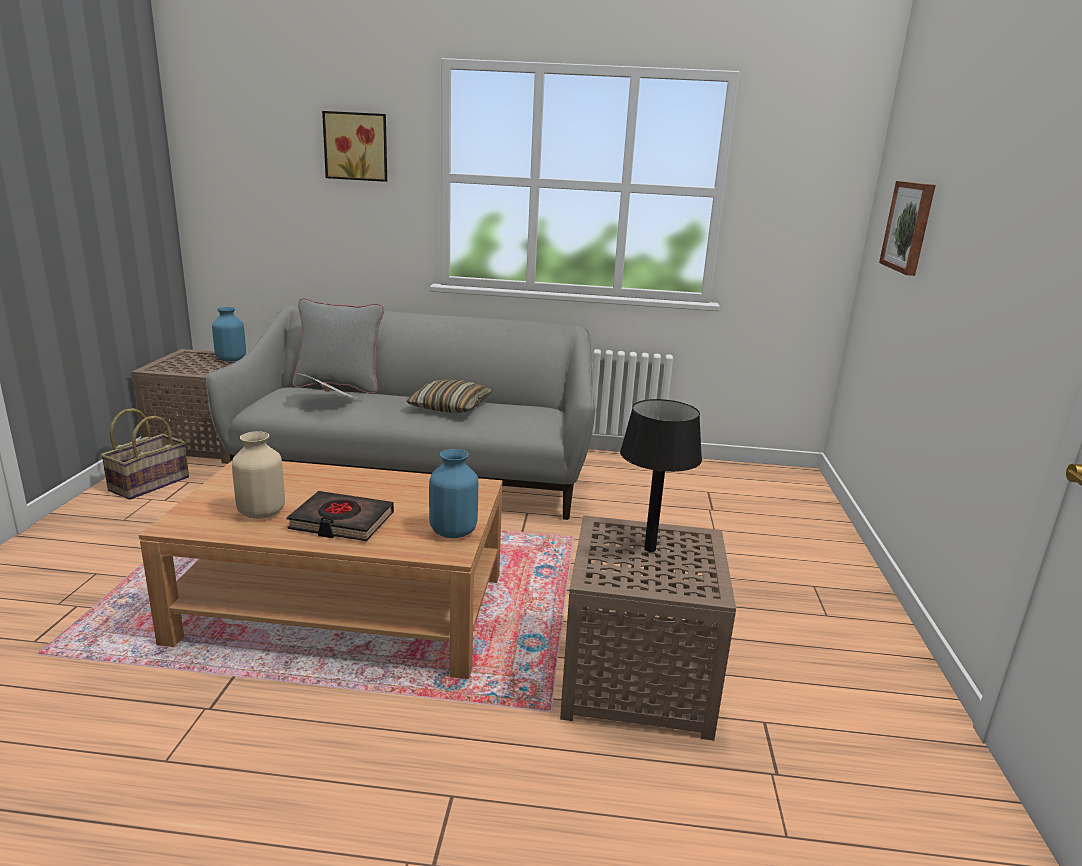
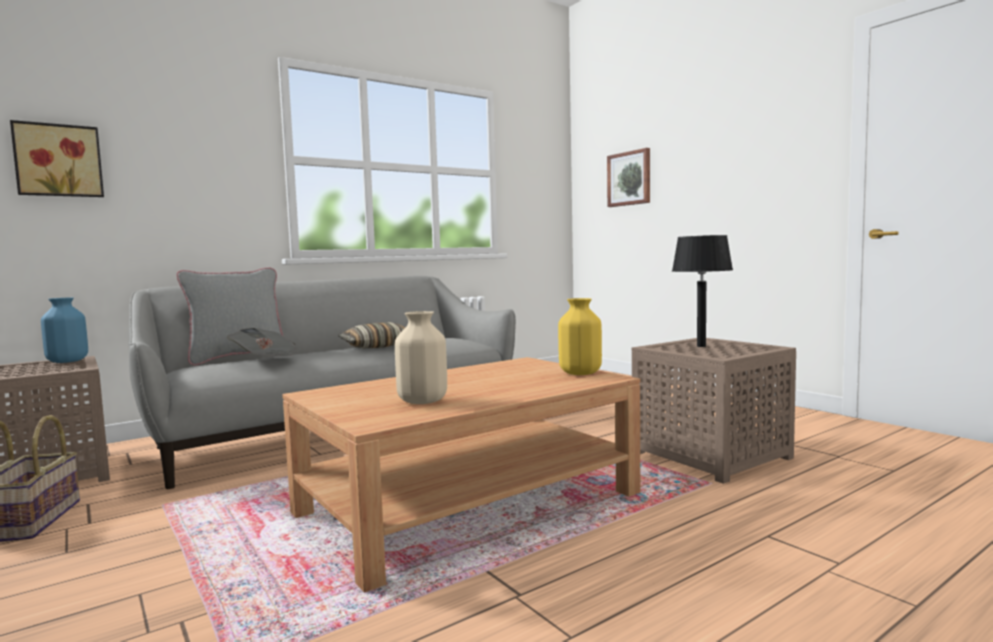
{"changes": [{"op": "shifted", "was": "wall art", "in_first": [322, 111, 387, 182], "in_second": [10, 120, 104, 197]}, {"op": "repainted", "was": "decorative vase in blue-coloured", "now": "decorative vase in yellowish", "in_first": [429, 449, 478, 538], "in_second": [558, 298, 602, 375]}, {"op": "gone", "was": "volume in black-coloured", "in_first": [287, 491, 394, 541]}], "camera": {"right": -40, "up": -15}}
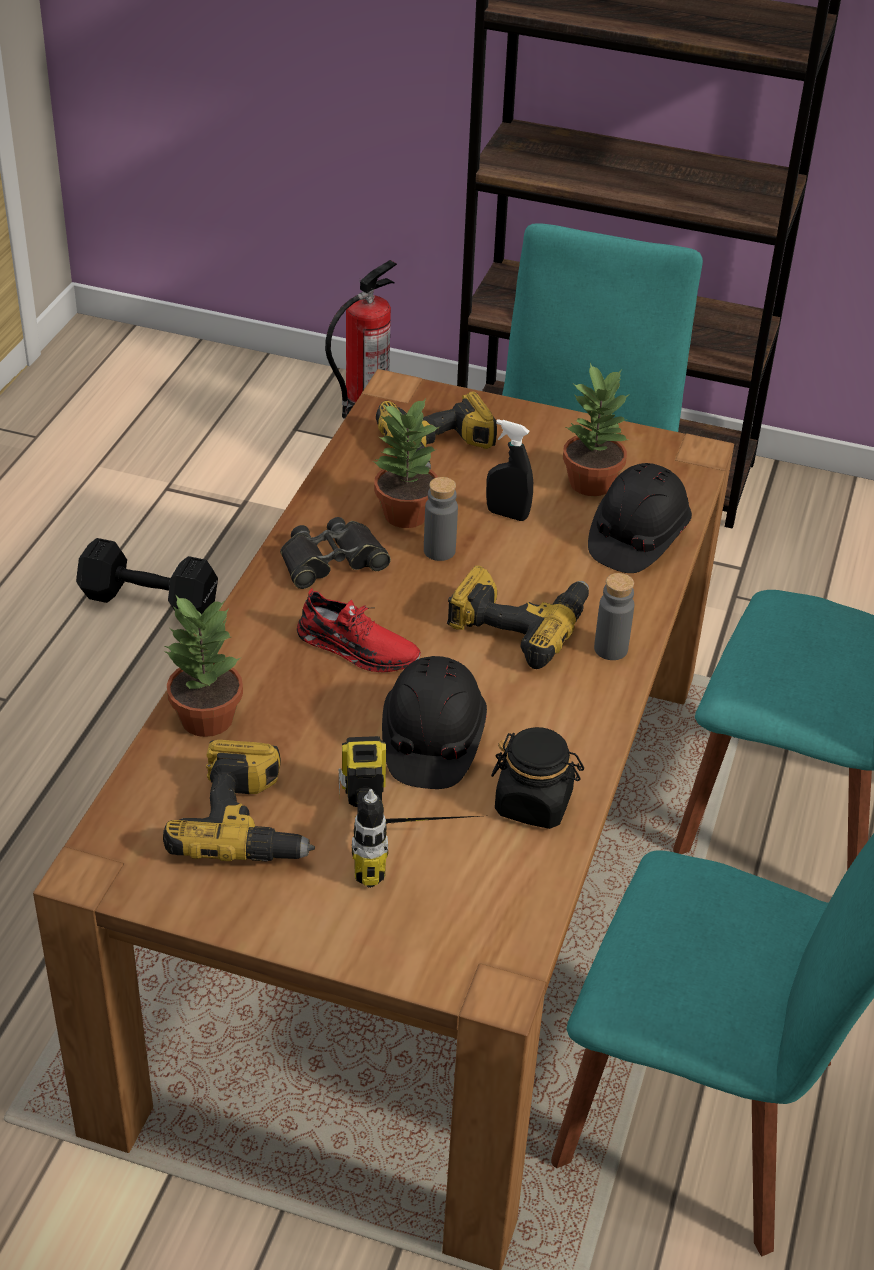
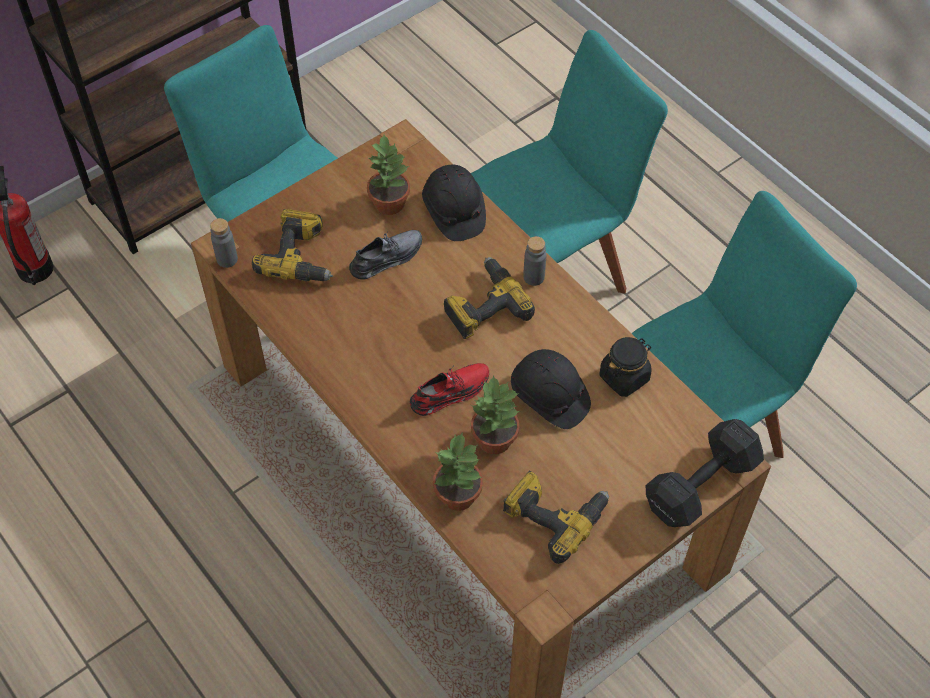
{"changes": [{"op": "shifted", "was": "houseplant", "in_first": [372, 398, 439, 528], "in_second": [471, 375, 520, 454]}, {"op": "swapped", "was": "hand sprayer in black-coloured", "now": "shoe in gray", "in_first": [486, 419, 533, 521], "in_second": [349, 230, 422, 280]}, {"op": "shifted", "was": "drink bottle in gray", "in_first": [424, 477, 458, 561], "in_second": [210, 218, 238, 268]}, {"op": "gone", "was": "pair of binoculars in black-coloured", "in_first": [280, 517, 391, 589]}, {"op": "shifted", "was": "hand weight in black-coloured", "in_first": [76, 538, 218, 614], "in_second": [646, 419, 764, 527]}, {"op": "gone", "was": "drill", "in_first": [339, 736, 479, 888]}], "camera": {"right": -55, "up": 15}}
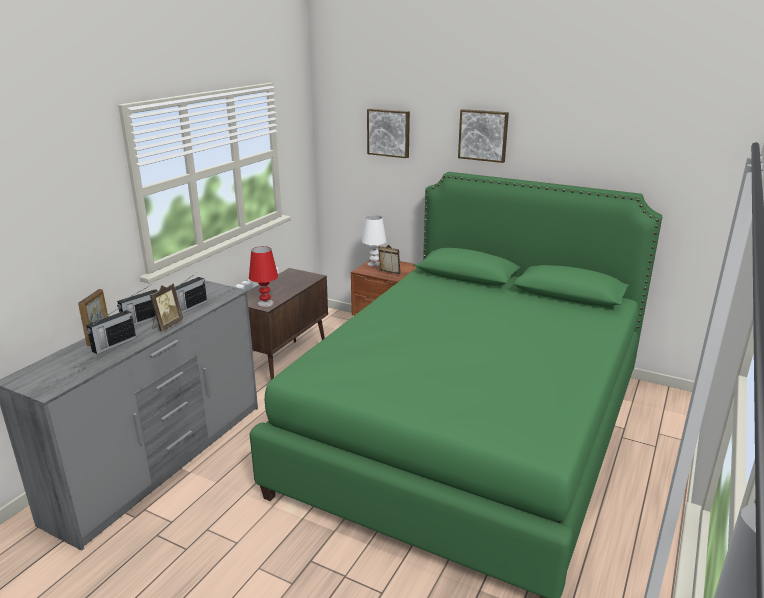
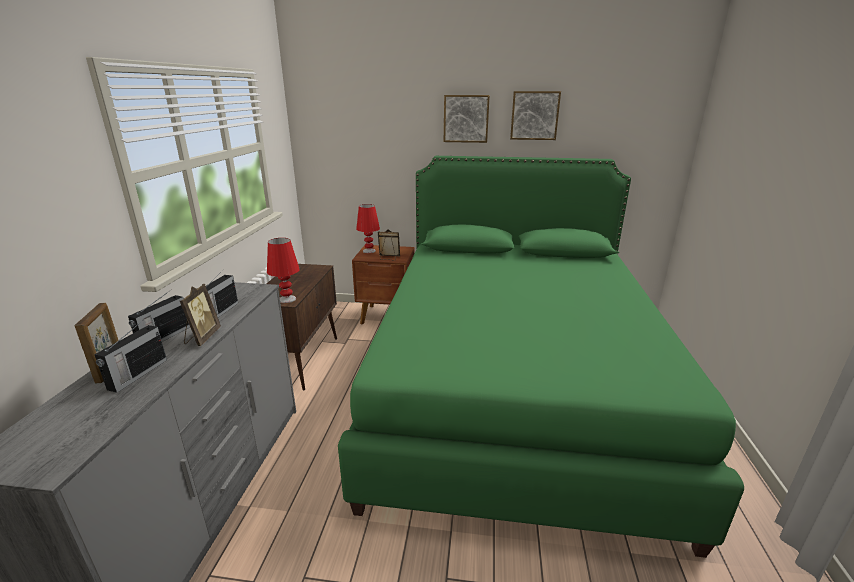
{"changes": [{"op": "shifted", "was": "wall art", "in_first": [367, 108, 410, 158], "in_second": [510, 91, 561, 140]}, {"op": "repainted", "was": "table lamp in white-coloured", "now": "table lamp in red-coloured", "in_first": [362, 215, 386, 267], "in_second": [356, 204, 380, 253]}], "camera": {"right": -20, "up": 0}}
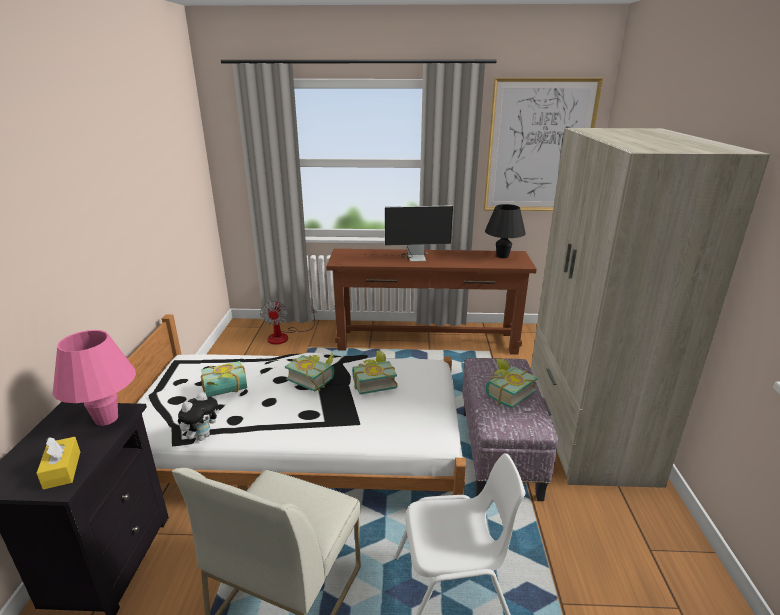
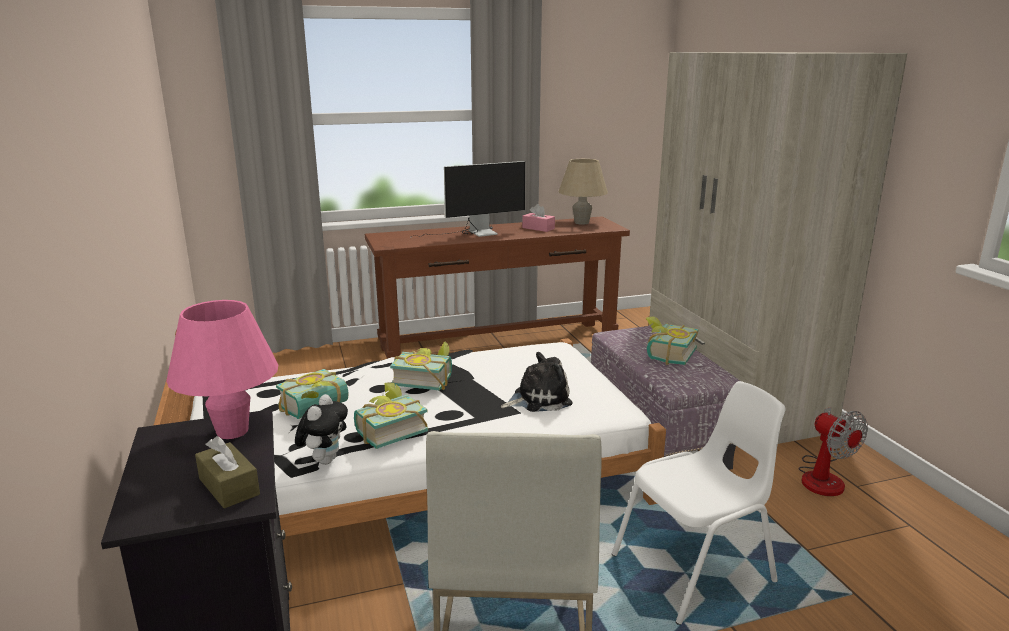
{"changes": [{"op": "gone", "was": "wall art", "in_first": [483, 78, 603, 211]}, {"op": "repainted", "was": "table lamp in black-coloured", "now": "table lamp in beige", "in_first": [485, 204, 526, 258], "in_second": [558, 159, 608, 225]}, {"op": "shifted", "was": "cooling fan", "in_first": [260, 301, 317, 344], "in_second": [798, 407, 868, 496]}, {"op": "shifted", "was": "volume", "in_first": [352, 351, 397, 395], "in_second": [354, 382, 428, 449]}, {"op": "repainted", "was": "tissue box in yellowish", "now": "tissue box in brown-coloured", "in_first": [36, 437, 80, 490], "in_second": [195, 436, 260, 509]}, {"op": "new", "now": "tissue box in pinkish", "in_second": [522, 204, 555, 232]}, {"op": "new", "now": "plush toy", "in_second": [501, 352, 572, 412]}], "camera": {"right": -20, "up": -5}}
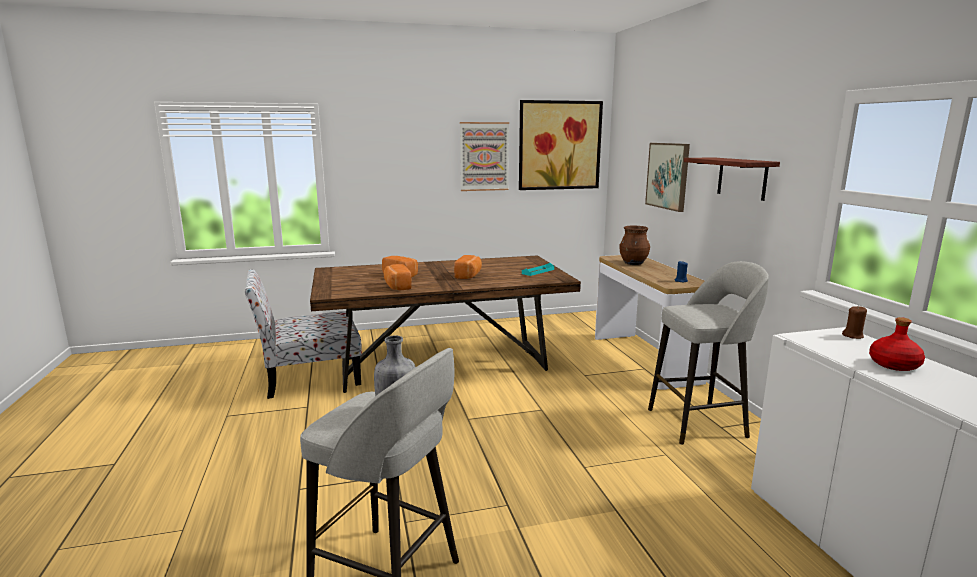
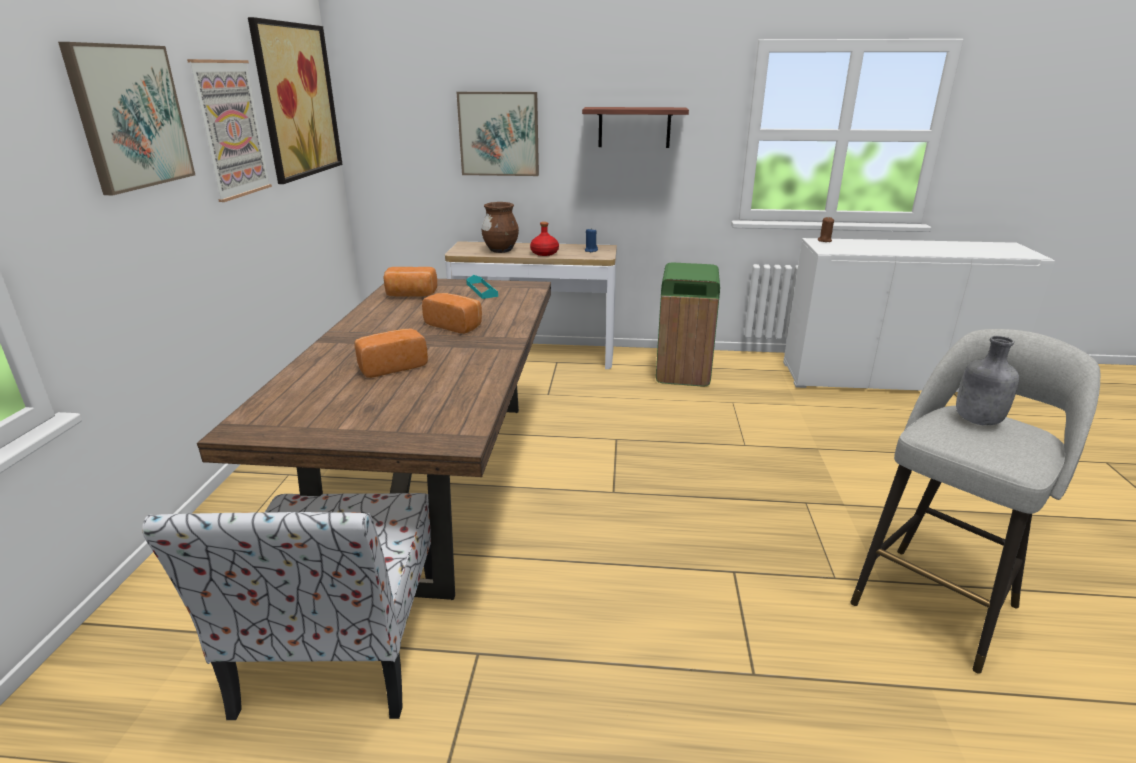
{"changes": [{"op": "swapped", "was": "stool seat in gray", "now": "trash can in green", "in_first": [648, 261, 769, 445], "in_second": [656, 263, 720, 386]}, {"op": "shifted", "was": "baked bread", "in_first": [384, 264, 412, 290], "in_second": [383, 267, 437, 297]}, {"op": "shifted", "was": "drink bottle in red-coloured", "in_first": [869, 317, 925, 371], "in_second": [530, 222, 559, 256]}, {"op": "new", "now": "wall art", "in_second": [58, 42, 195, 195]}], "camera": {"right": -70, "up": 10}}
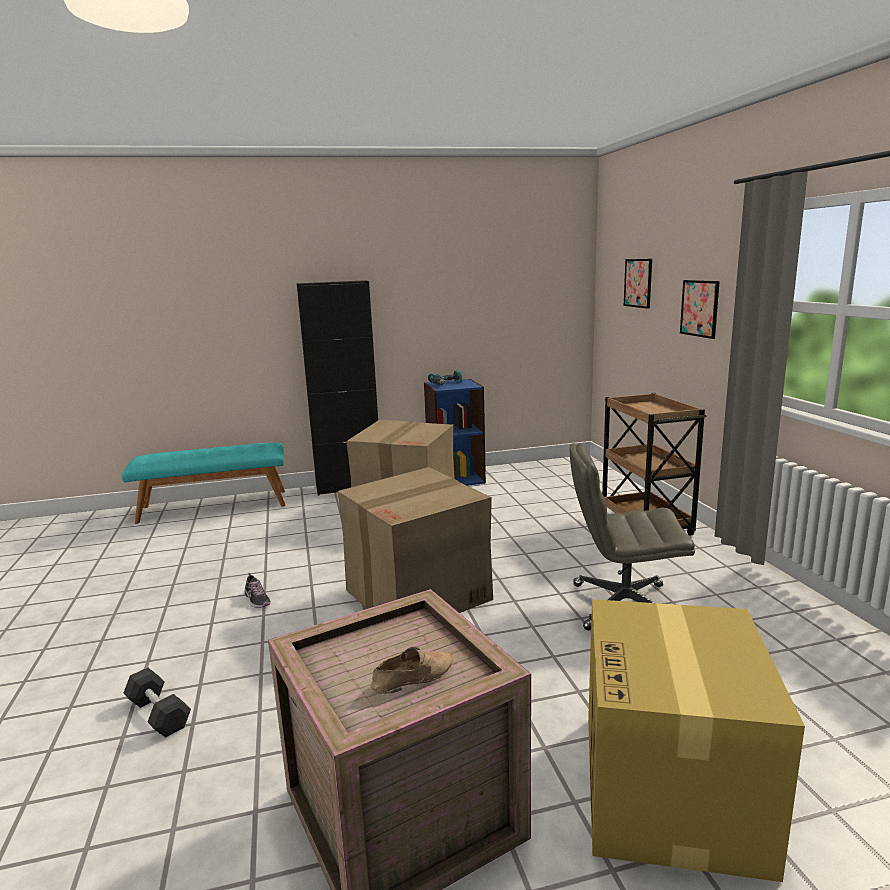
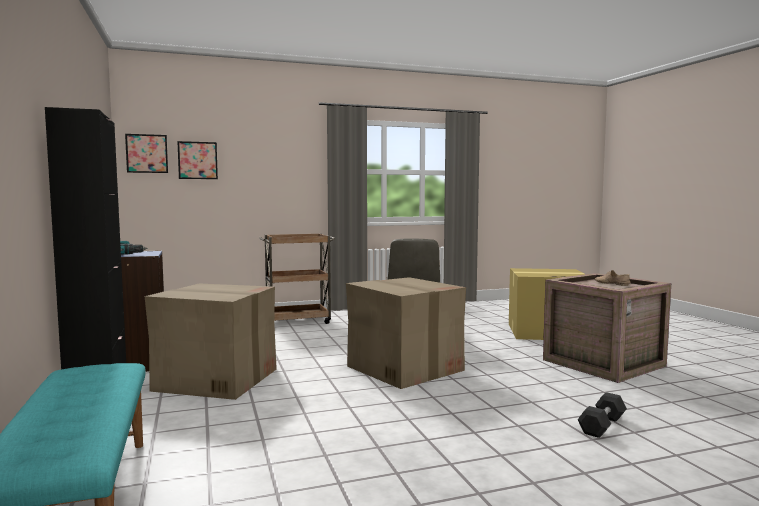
{"changes": [{"op": "shifted", "was": "wall art", "in_first": [680, 280, 720, 339], "in_second": [125, 134, 168, 173]}, {"op": "gone", "was": "shoe", "in_first": [245, 573, 271, 608]}], "camera": {"right": -95, "up": -10}}
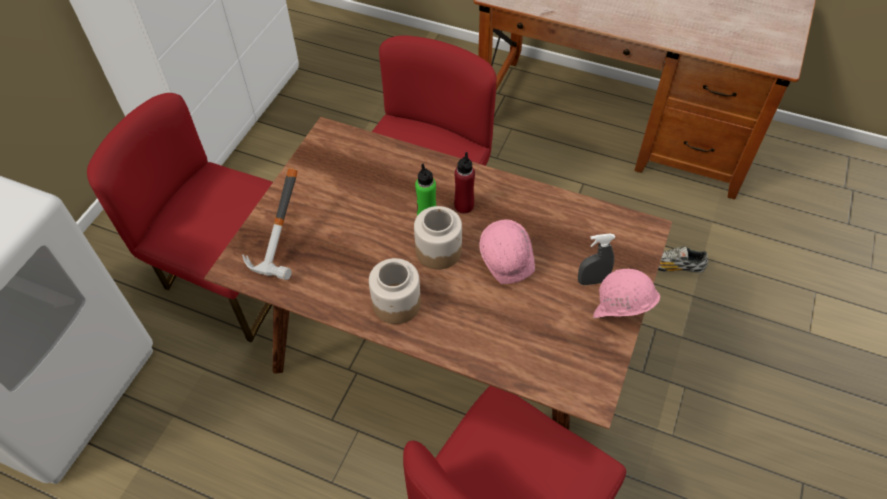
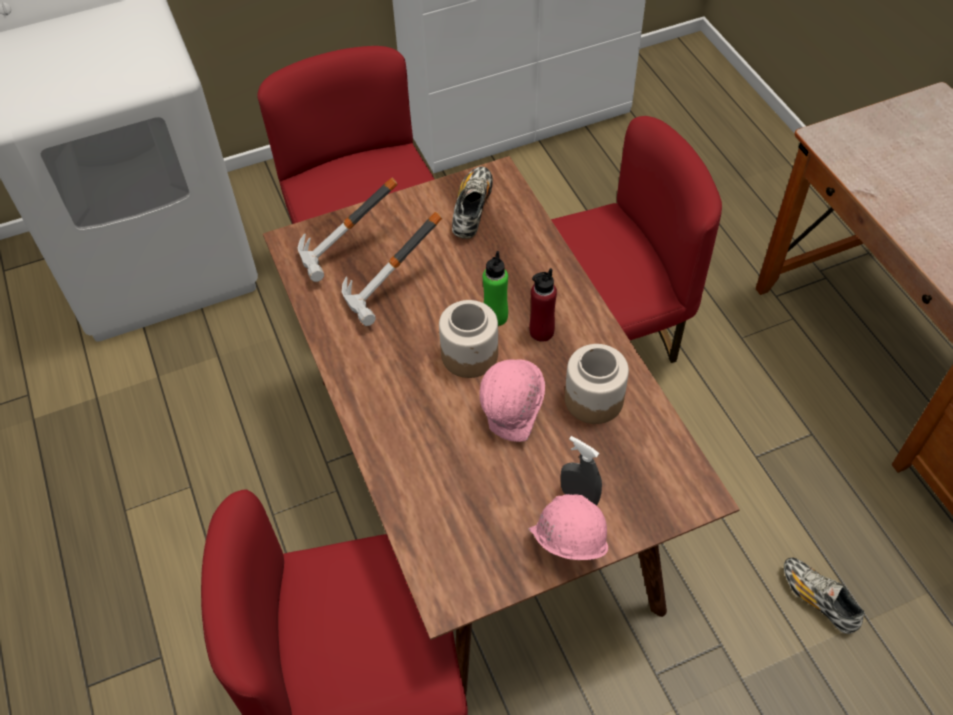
{"changes": [{"op": "shifted", "was": "storage jar", "in_first": [369, 258, 421, 324], "in_second": [565, 344, 629, 424]}, {"op": "new", "now": "shoe", "in_second": [452, 166, 493, 239]}, {"op": "new", "now": "hammer", "in_second": [342, 212, 442, 326]}], "camera": {"right": 45, "up": 0}}
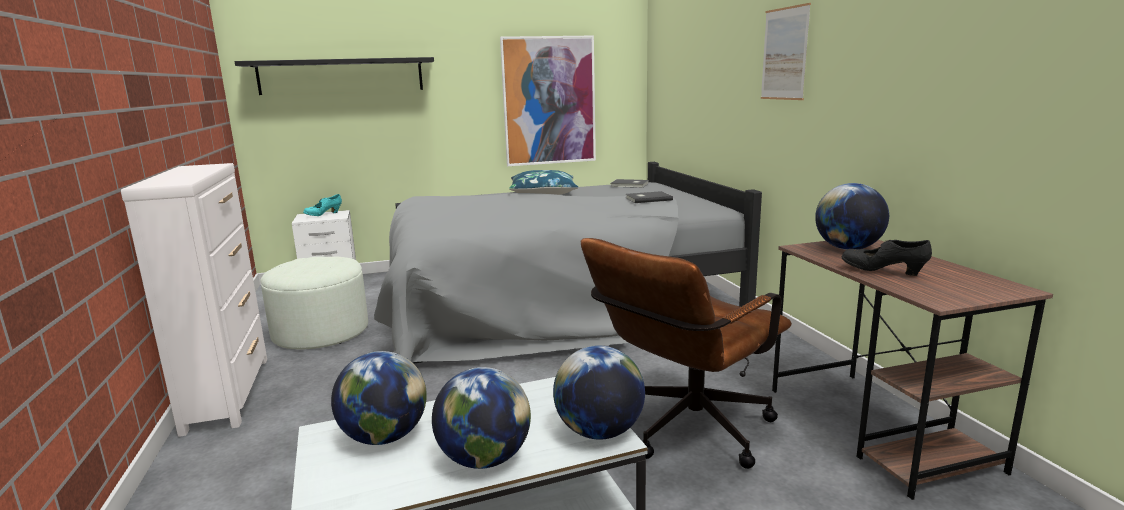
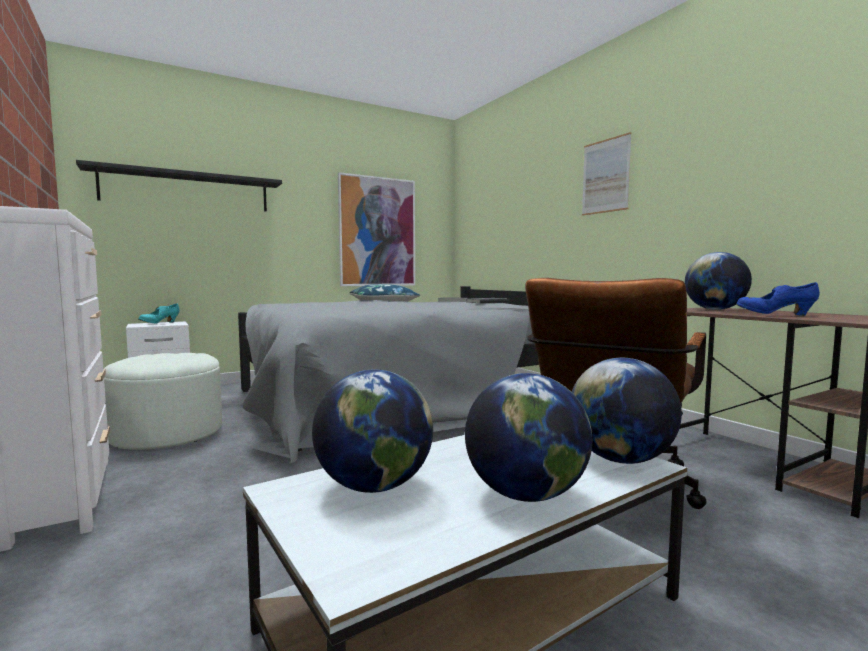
{"changes": [{"op": "repainted", "was": "shoe in black-coloured", "now": "shoe in blue-coloured", "in_first": [842, 240, 932, 276], "in_second": [737, 282, 820, 316]}], "camera": {"right": -15, "up": -10}}
